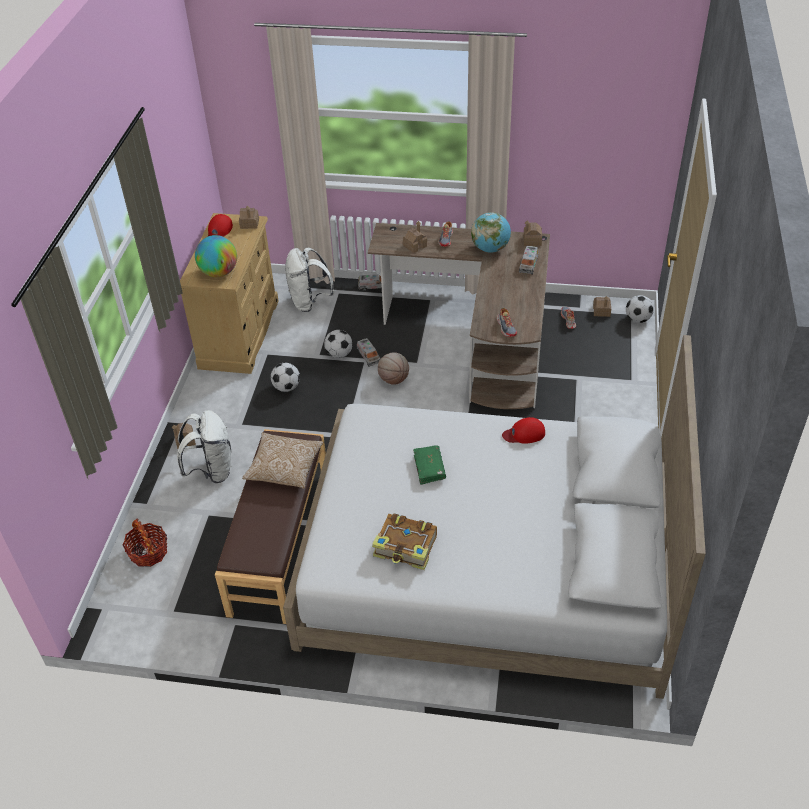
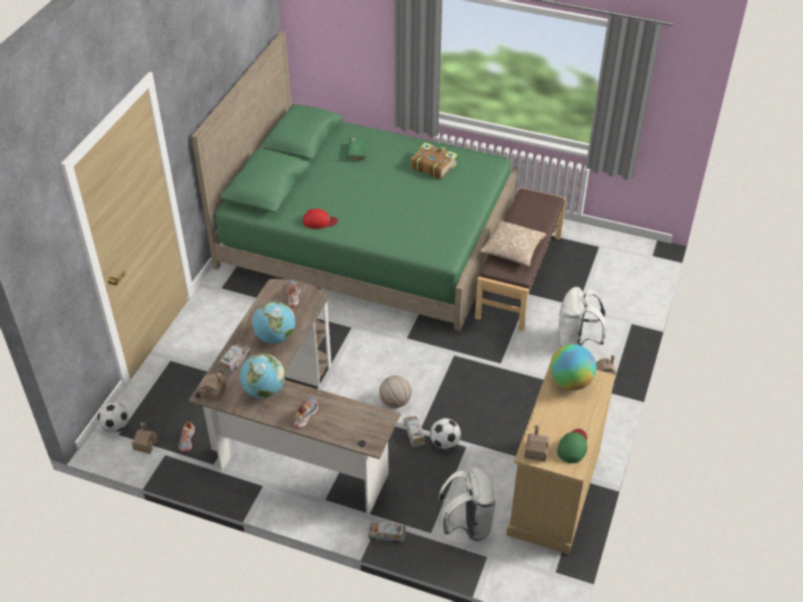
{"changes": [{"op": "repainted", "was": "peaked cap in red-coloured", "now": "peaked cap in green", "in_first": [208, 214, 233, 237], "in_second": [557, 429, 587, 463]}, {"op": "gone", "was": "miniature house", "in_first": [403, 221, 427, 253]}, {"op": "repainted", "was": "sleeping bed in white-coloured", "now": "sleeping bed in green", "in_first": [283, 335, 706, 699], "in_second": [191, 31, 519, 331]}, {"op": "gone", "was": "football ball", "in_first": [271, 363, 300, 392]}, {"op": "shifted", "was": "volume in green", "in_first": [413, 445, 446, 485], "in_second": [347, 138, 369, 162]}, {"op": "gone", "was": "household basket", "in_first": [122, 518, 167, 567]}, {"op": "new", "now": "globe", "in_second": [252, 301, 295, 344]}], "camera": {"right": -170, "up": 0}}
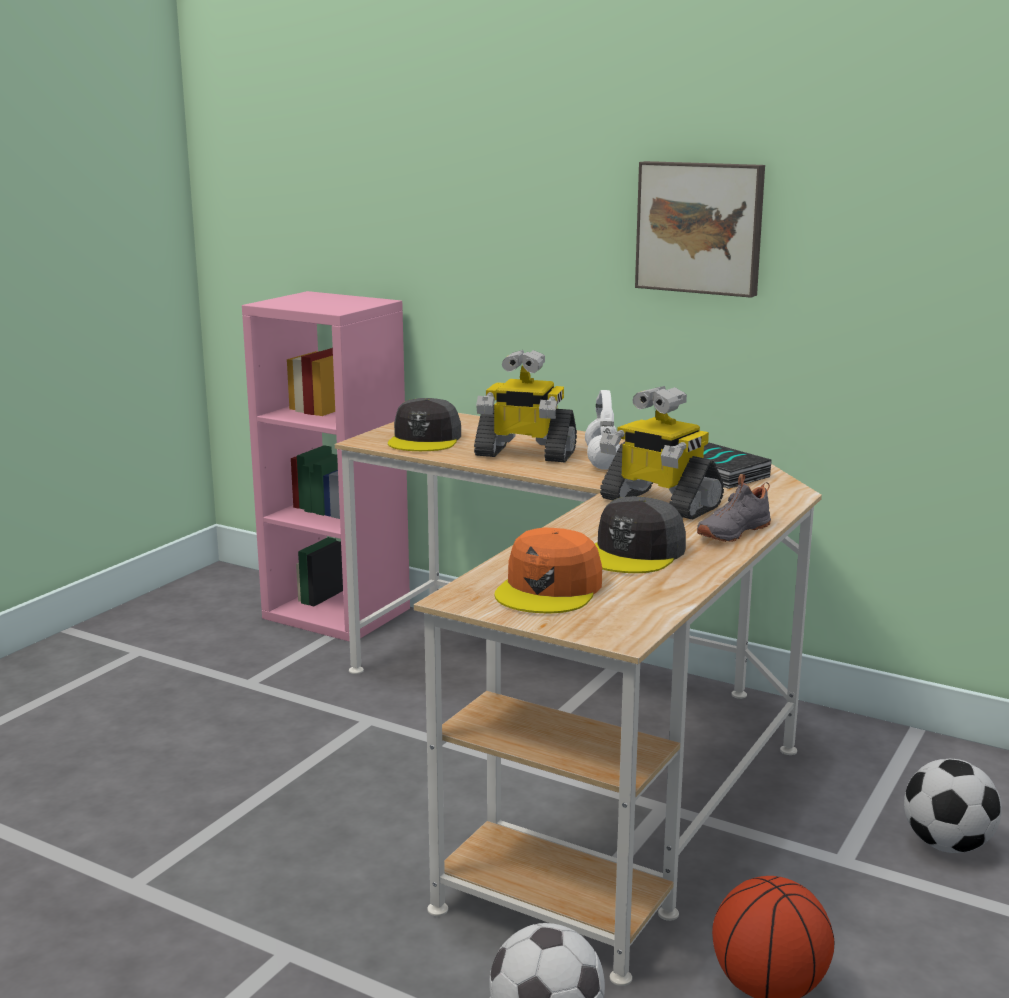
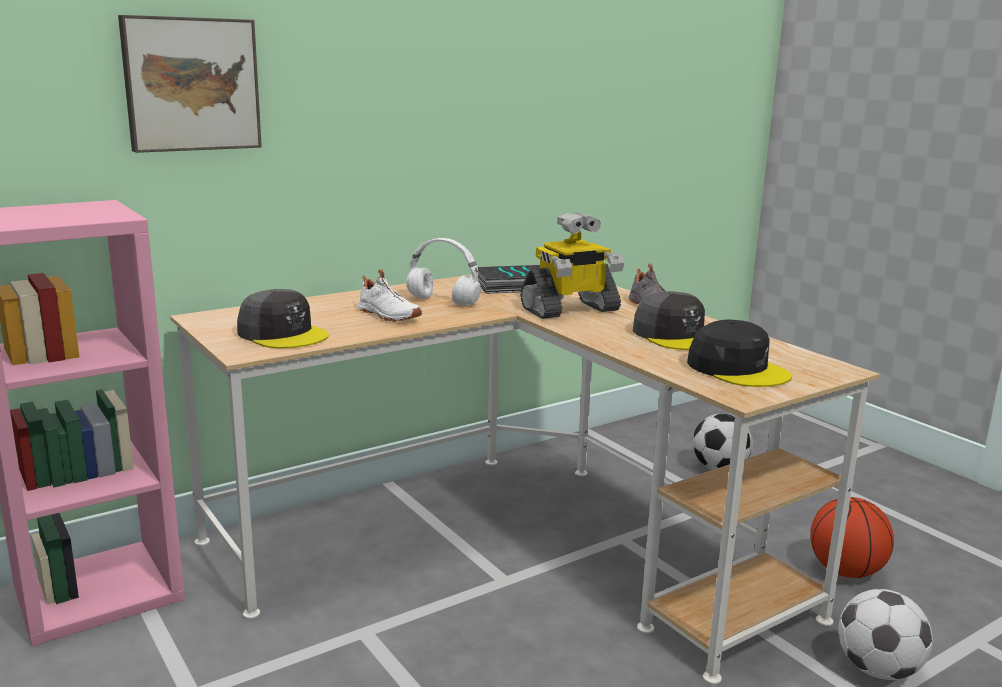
{"changes": [{"op": "shifted", "was": "wall art", "in_first": [635, 161, 765, 298], "in_second": [118, 15, 262, 153]}, {"op": "swapped", "was": "model robot", "now": "shoe in white-coloured", "in_first": [474, 350, 577, 462], "in_second": [358, 269, 422, 322]}, {"op": "repainted", "was": "peaked cap in orangey", "now": "peaked cap in black-coloured", "in_first": [495, 528, 602, 613], "in_second": [687, 319, 792, 387]}], "camera": {"right": -65, "up": 0}}
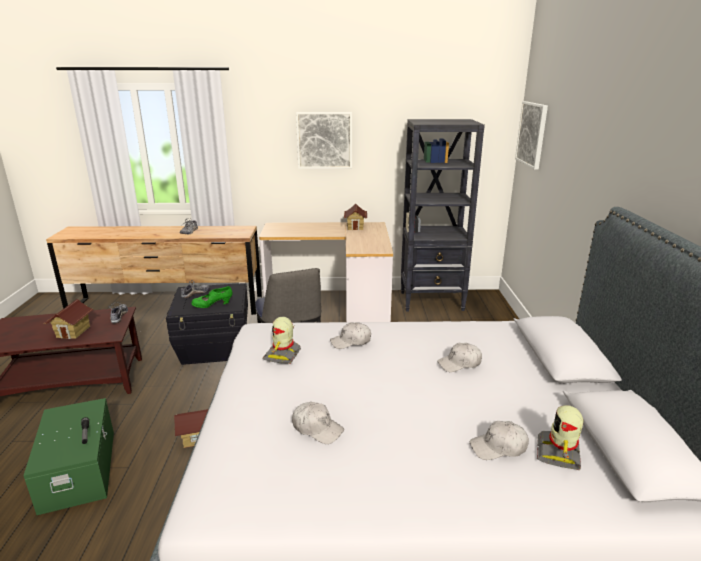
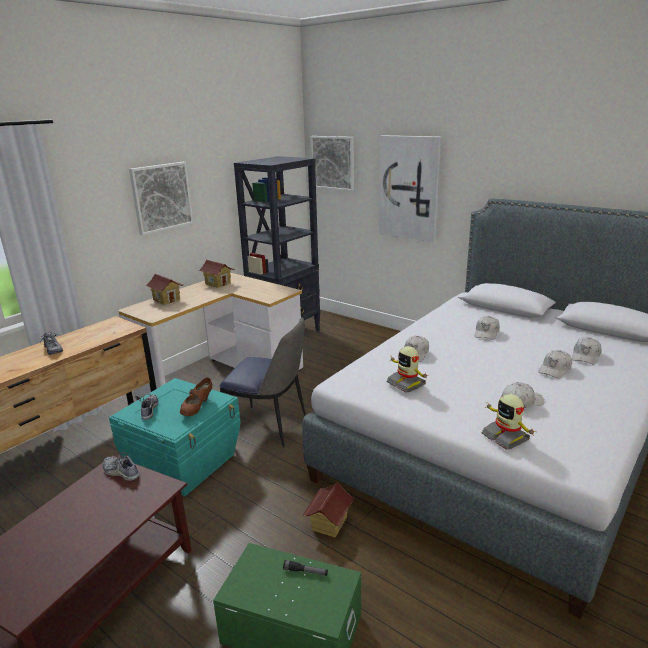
{"changes": [{"op": "repainted", "was": "storage box in black-coloured", "now": "storage box in turquoise", "in_first": [166, 283, 248, 365], "in_second": [109, 378, 241, 496]}, {"op": "repainted", "was": "shoe in green", "now": "shoe in brown-coloured", "in_first": [191, 286, 233, 308], "in_second": [180, 377, 212, 416]}, {"op": "shifted", "was": "miniature house", "in_first": [44, 299, 94, 339], "in_second": [145, 274, 183, 305]}, {"op": "shifted", "was": "model robot", "in_first": [537, 405, 583, 470], "in_second": [482, 394, 537, 450]}, {"op": "new", "now": "wall art", "in_second": [379, 135, 442, 242]}, {"op": "new", "now": "peaked cap in white-coloured", "in_second": [538, 350, 572, 379]}], "camera": {"right": -50, "up": 0}}
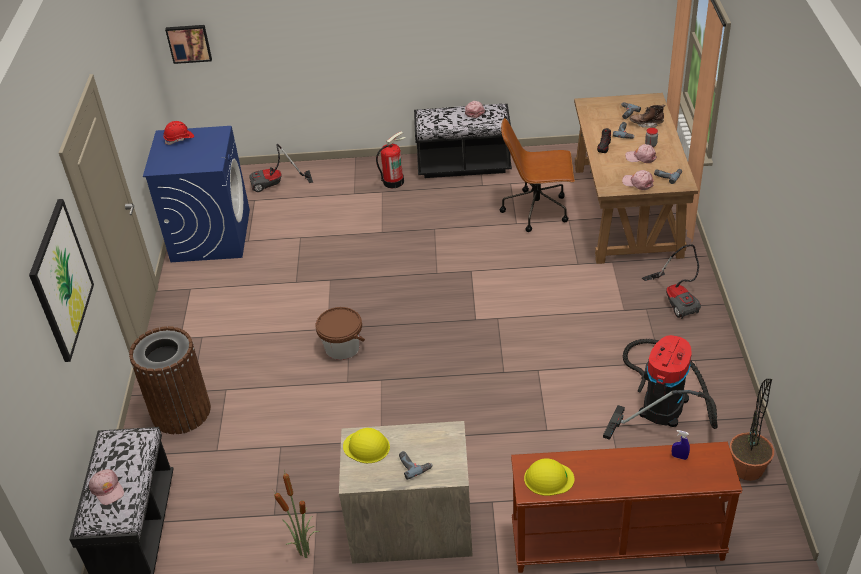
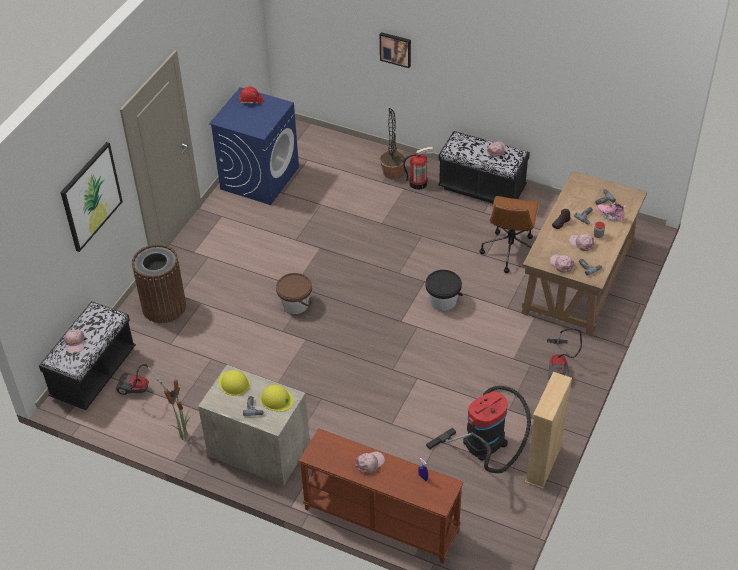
{"changes": [{"op": "shifted", "was": "wall art", "in_first": [165, 25, 212, 64], "in_second": [380, 32, 411, 68]}, {"op": "repainted", "was": "boot in brown-coloured", "now": "boot in pinkish", "in_first": [630, 105, 665, 128], "in_second": [597, 203, 626, 221]}, {"op": "rotated", "was": "desk chair in brown-coloured", "in_first": [500, 118, 575, 232], "in_second": [479, 196, 539, 273], "clockwise": -105}, {"op": "shifted", "was": "vacuum cleaner", "in_first": [250, 144, 313, 192], "in_second": [116, 364, 180, 404]}, {"op": "shifted", "was": "houseplant", "in_first": [730, 379, 774, 481], "in_second": [380, 108, 406, 179]}, {"op": "shifted", "was": "hard hat in yellowish", "in_first": [524, 458, 574, 496], "in_second": [260, 385, 294, 412]}, {"op": "new", "now": "pail in black-coloured", "in_second": [426, 270, 463, 311]}, {"op": "new", "now": "shelving unit in beige", "in_second": [525, 372, 572, 489]}, {"op": "new", "now": "peaked cap in pinkish", "in_second": [356, 452, 385, 473]}], "camera": {"right": 25, "up": 5}}
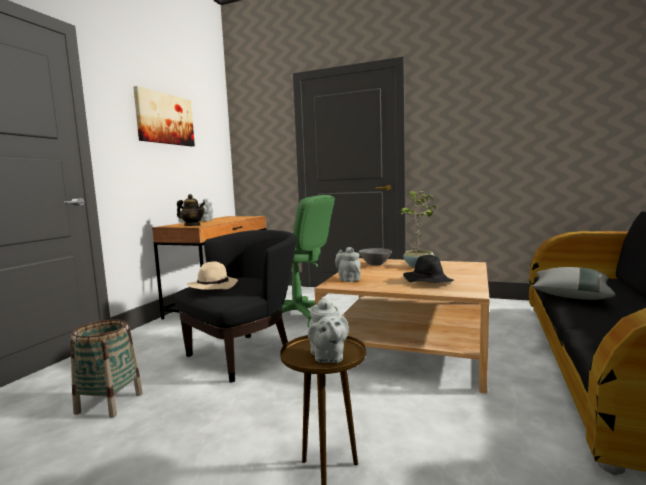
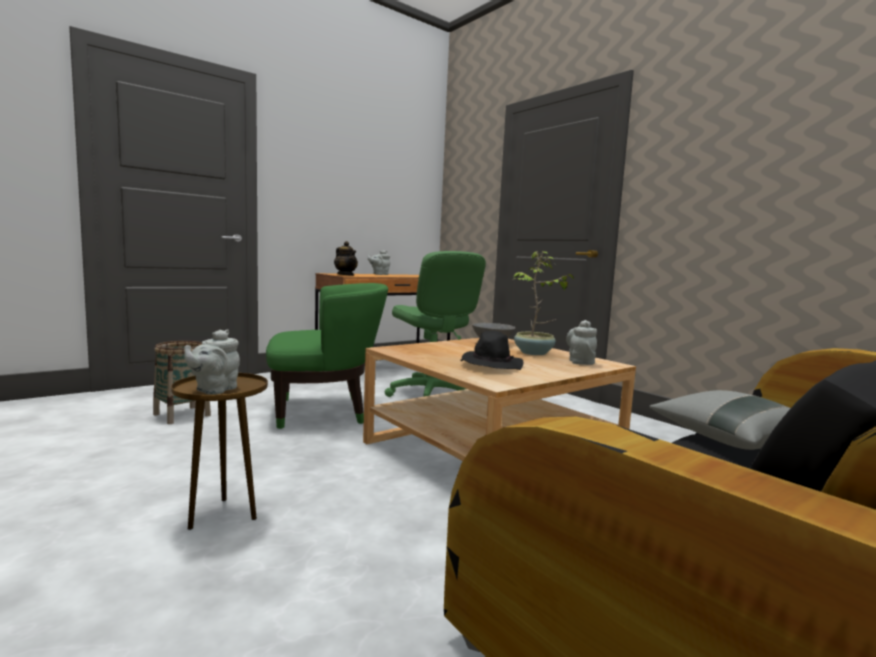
{"changes": [{"op": "gone", "was": "wall art", "in_first": [133, 86, 195, 147]}, {"op": "repainted", "was": "easy chair in black-coloured", "now": "easy chair in green", "in_first": [174, 230, 297, 382], "in_second": [266, 283, 388, 429]}, {"op": "shifted", "was": "teapot in gray", "in_first": [335, 247, 361, 282], "in_second": [566, 320, 597, 365]}, {"op": "gone", "was": "wearable hat in beige", "in_first": [187, 261, 238, 290]}], "camera": {"right": 30, "up": 0}}
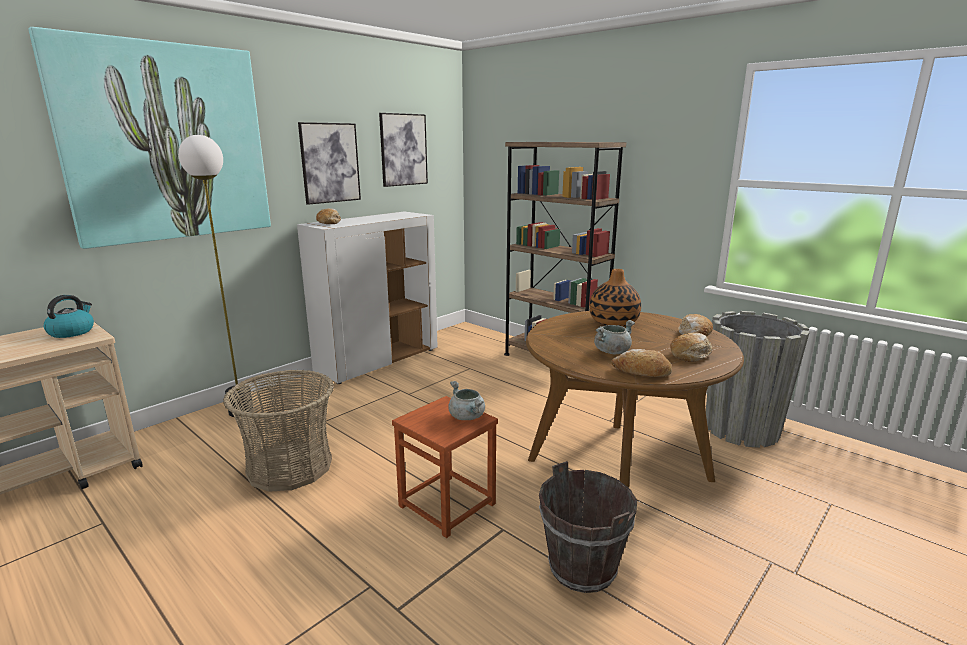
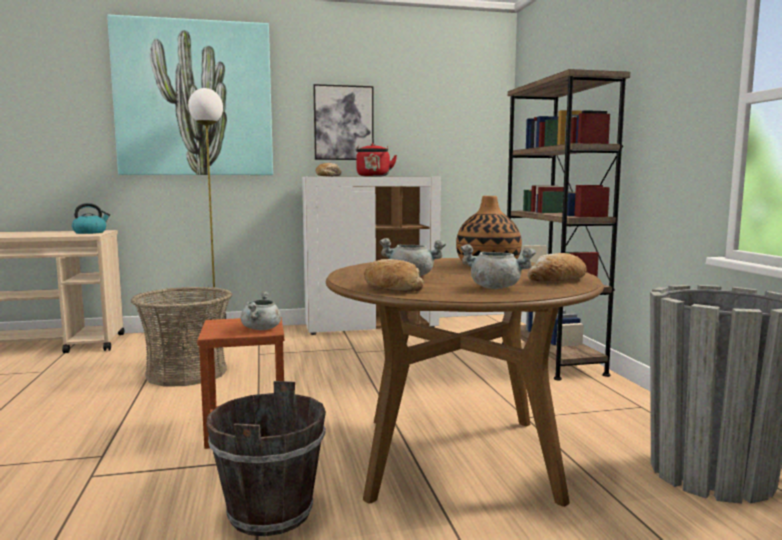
{"changes": [{"op": "gone", "was": "wall art", "in_first": [379, 113, 428, 187]}, {"op": "swapped", "was": "baked bread", "now": "stockpot in gray", "in_first": [670, 333, 712, 362], "in_second": [461, 244, 536, 289]}, {"op": "new", "now": "water kettle in red-coloured", "in_second": [356, 143, 397, 177]}], "camera": {"right": 35, "up": -10}}
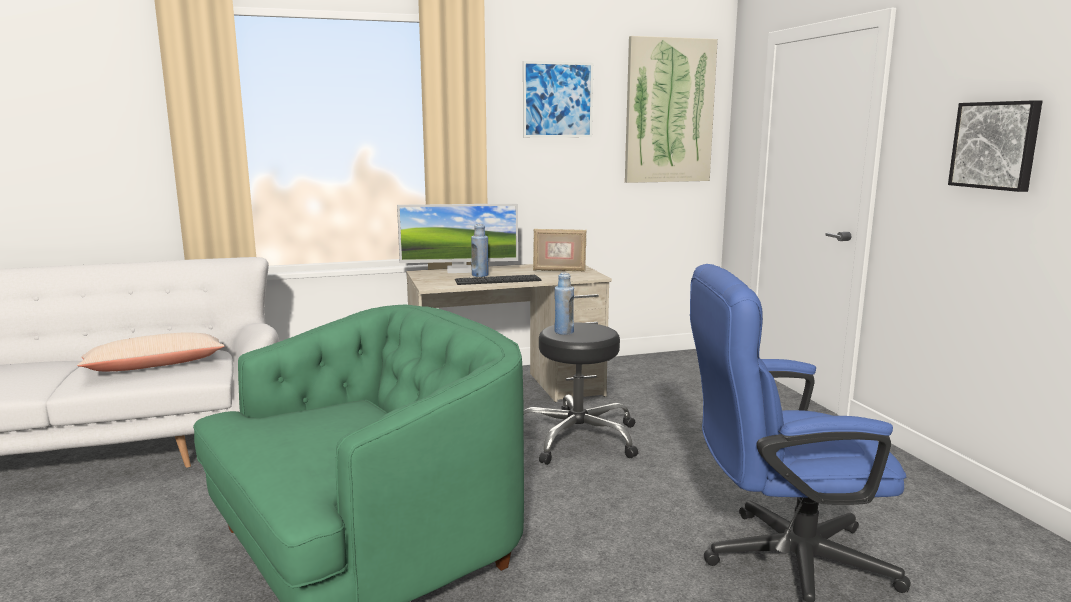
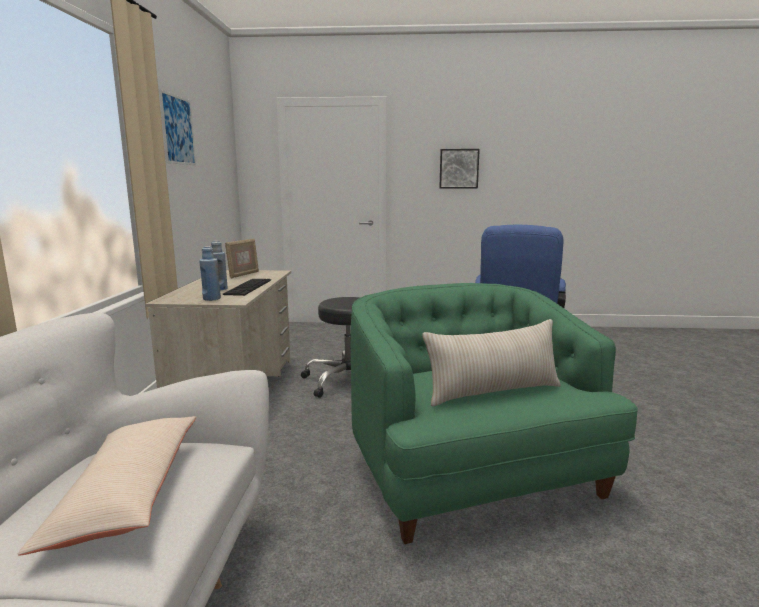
{"changes": [{"op": "gone", "was": "wall art", "in_first": [625, 36, 718, 183]}, {"op": "gone", "was": "monitor", "in_first": [397, 203, 518, 273]}, {"op": "shifted", "was": "drink bottle in blue-coloured", "in_first": [555, 273, 574, 335], "in_second": [199, 246, 221, 301]}, {"op": "new", "now": "cushion in beige", "in_second": [423, 319, 561, 406]}], "camera": {"right": -70, "up": 0}}
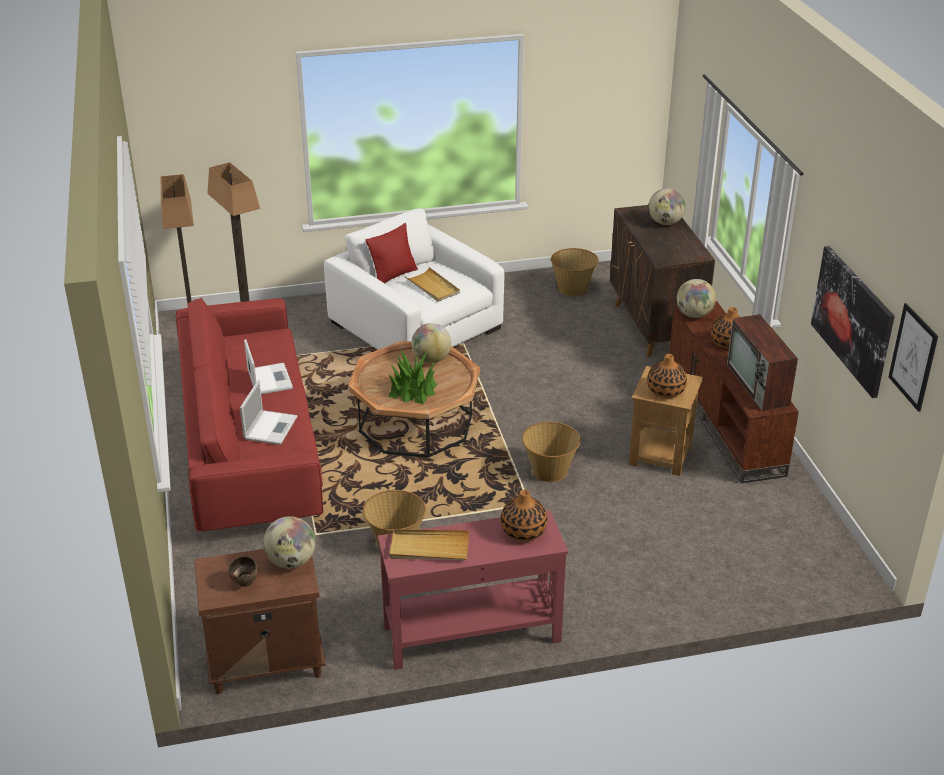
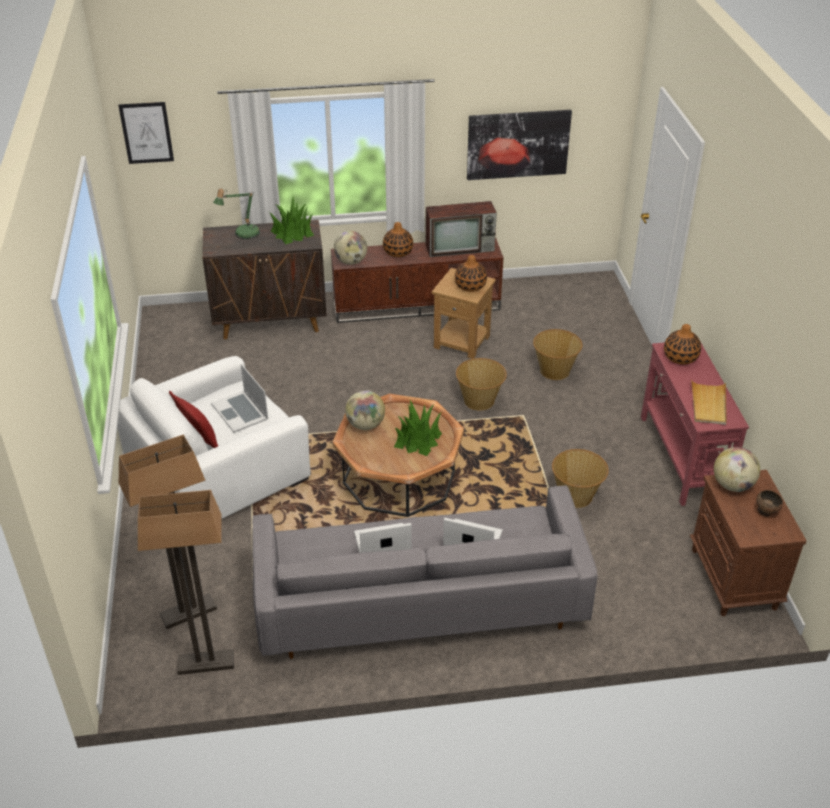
{"changes": [{"op": "swapped", "was": "globe", "now": "table lamp", "in_first": [649, 188, 686, 225], "in_second": [213, 188, 260, 239]}, {"op": "shifted", "was": "household basket", "in_first": [551, 248, 599, 296], "in_second": [533, 329, 583, 380]}, {"op": "swapped", "was": "tray in beige", "now": "portable computer", "in_first": [404, 267, 460, 302], "in_second": [211, 364, 268, 433]}, {"op": "repainted", "was": "sofa in red-coloured", "now": "sofa in gray", "in_first": [176, 298, 323, 532], "in_second": [252, 485, 597, 659]}, {"op": "shifted", "was": "wall art", "in_first": [889, 303, 938, 412], "in_second": [118, 102, 174, 164]}, {"op": "new", "now": "houseplant", "in_second": [269, 197, 314, 244]}], "camera": {"right": -85, "up": 5}}
